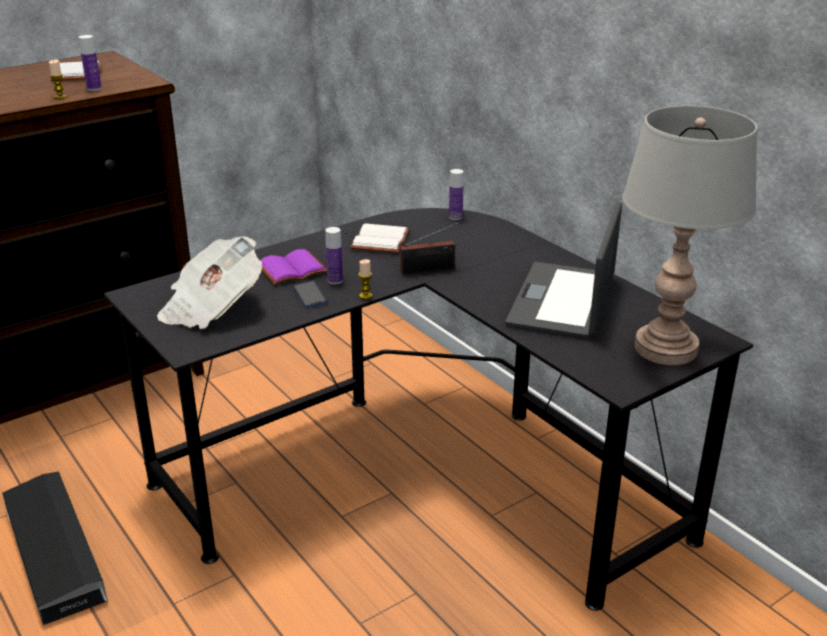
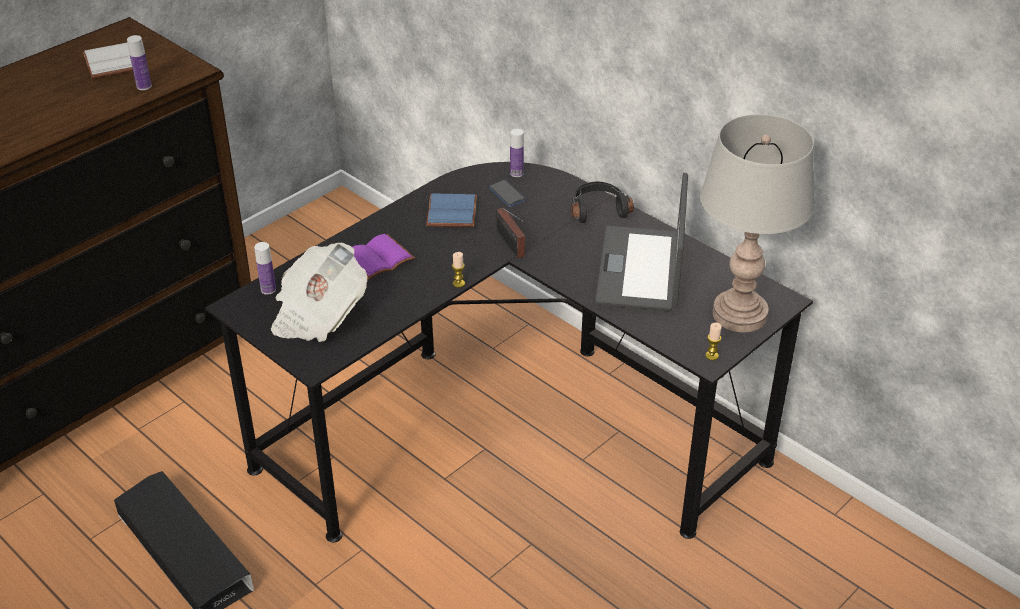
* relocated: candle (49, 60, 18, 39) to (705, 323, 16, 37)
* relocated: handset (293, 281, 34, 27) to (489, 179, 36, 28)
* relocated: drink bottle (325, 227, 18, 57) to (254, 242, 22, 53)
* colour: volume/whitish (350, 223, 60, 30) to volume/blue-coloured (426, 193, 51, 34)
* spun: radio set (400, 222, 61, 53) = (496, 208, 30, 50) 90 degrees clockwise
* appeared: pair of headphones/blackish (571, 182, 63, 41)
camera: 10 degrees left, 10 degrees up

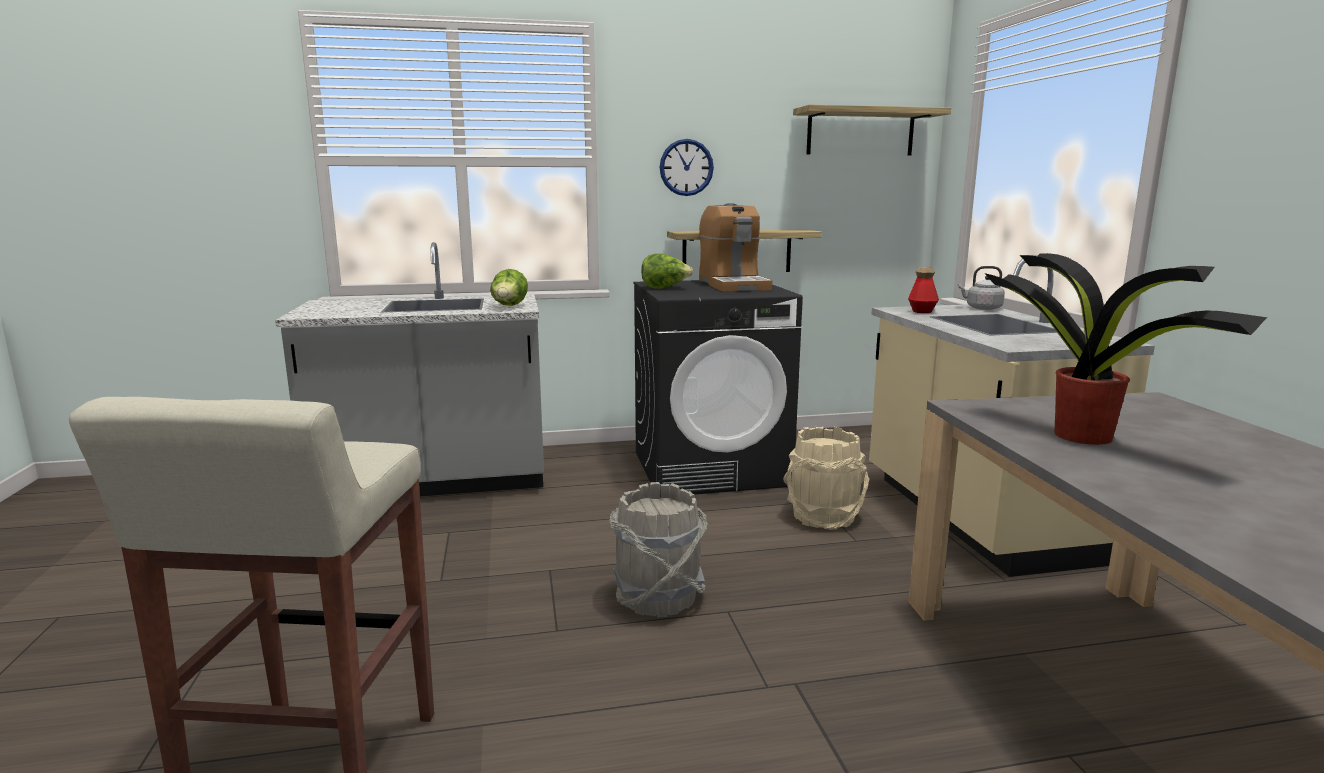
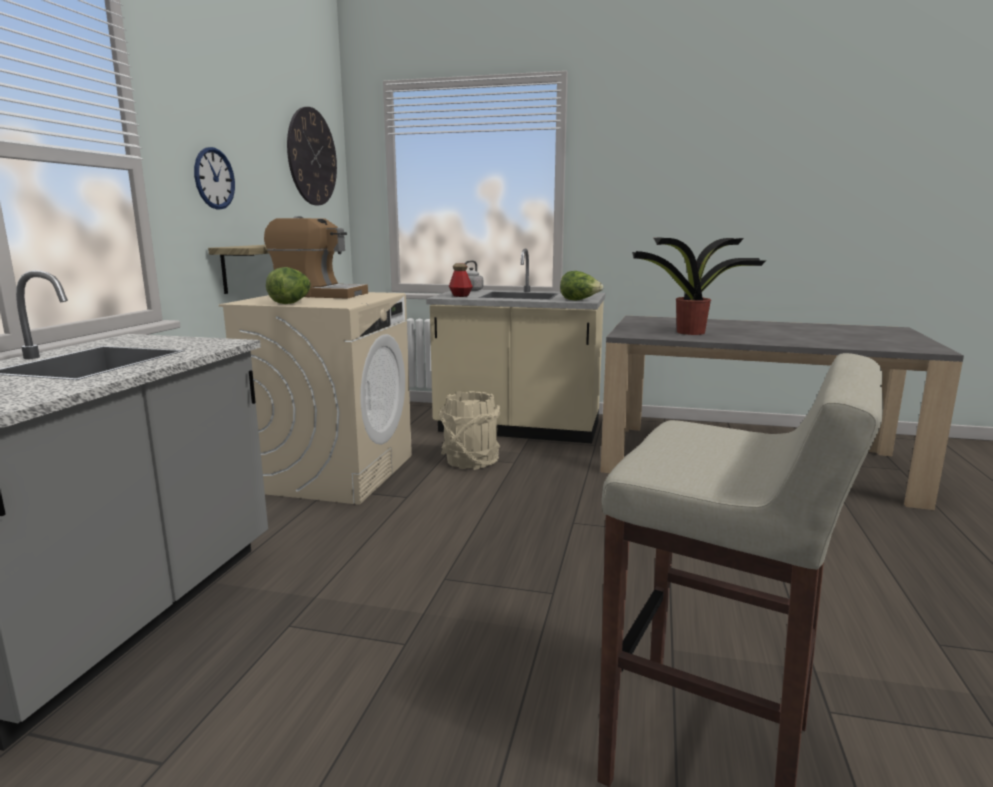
* relocated: lettuce (490, 269, 38, 37) to (560, 271, 43, 30)
* missing: pail/gray (610, 482, 98, 136)
* colour: laundry machine/blackish (634, 280, 169, 214) to laundry machine/beige-coloured (219, 292, 193, 213)
* exchanged: bracket shelf (793, 104, 158, 51) to hanging clock (287, 107, 50, 98)
camera: 65 degrees left, 0 degrees up

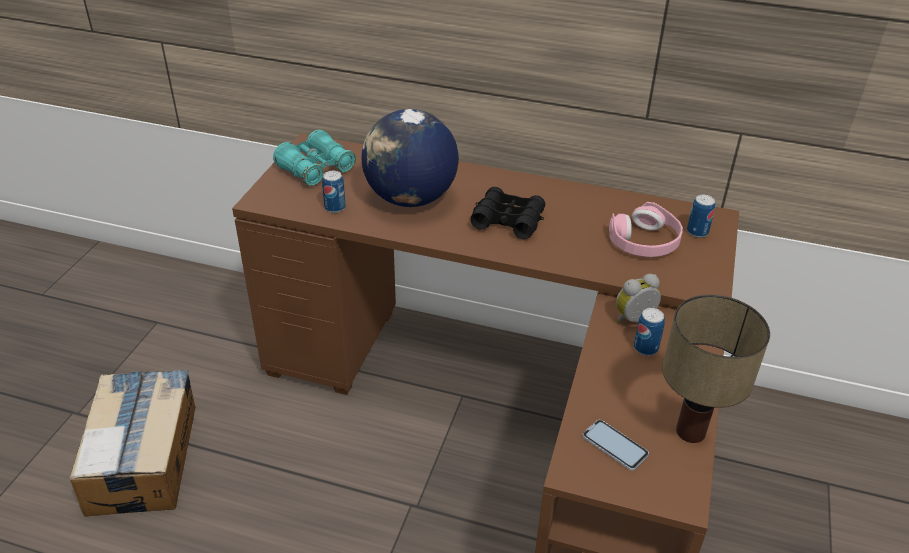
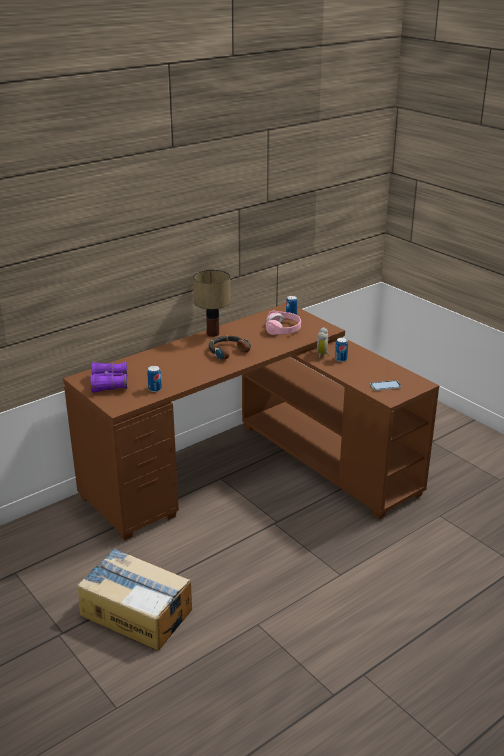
* colour: binoculars/turquoise (273, 130, 83, 56) to binoculars/purple-coloured (91, 362, 37, 31)
* missing: globe (362, 109, 97, 98)
* exchanged: binoculars/blackish (471, 187, 74, 52) to pair of headphones (208, 335, 43, 24)
* relocated: tabletop lamp (662, 295, 108, 148) to (193, 270, 38, 67)
camera: 55 degrees left, 10 degrees down

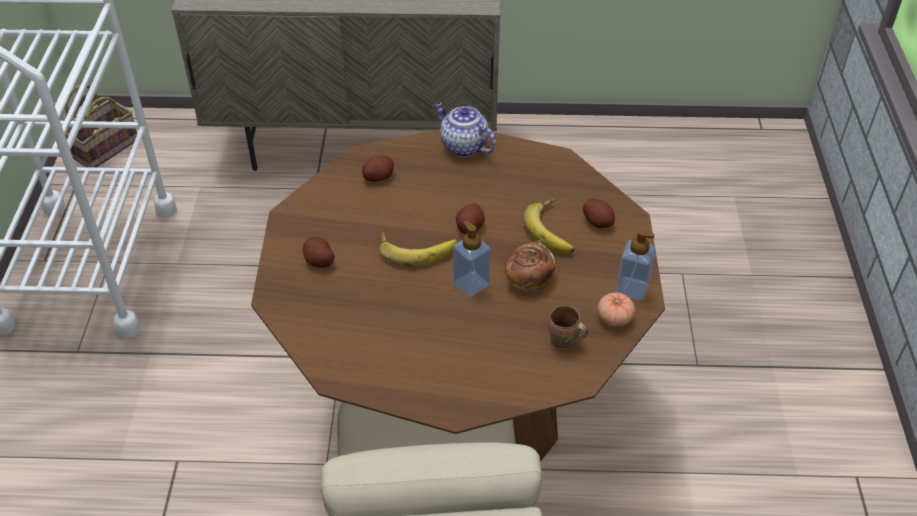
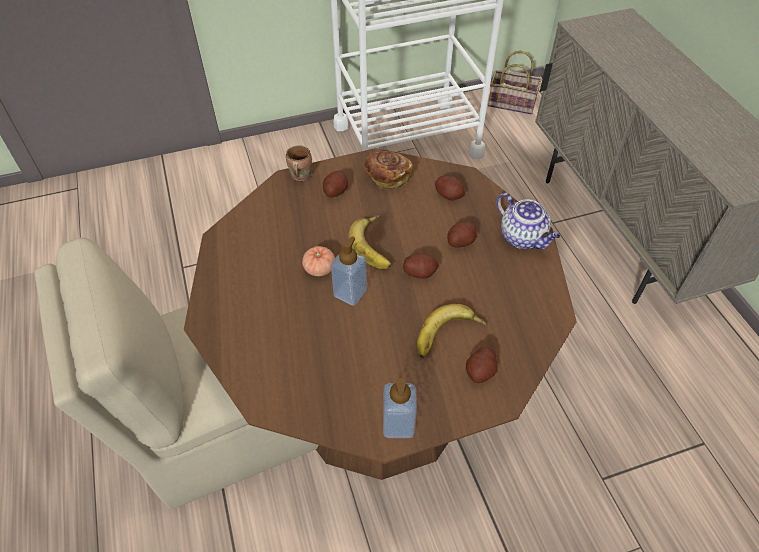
* spun: teapot (434, 102, 62, 55) = (497, 193, 63, 56) 120 degrees clockwise
* relocated: bread (505, 242, 51, 49) to (364, 151, 49, 38)
* relocated: coffee mug/brown-coloured (549, 305, 39, 45) to (286, 145, 26, 36)
* relocated: fresh tomato (597, 292, 38, 35) to (302, 246, 33, 30)
* appeared: potato (447, 222, 30, 26)
camera: 70 degrees right, 5 degrees up

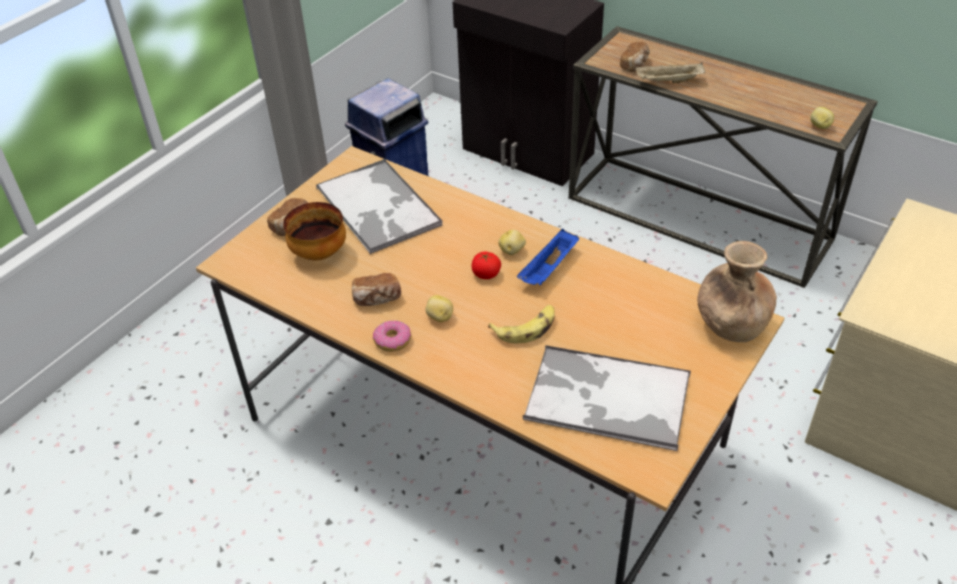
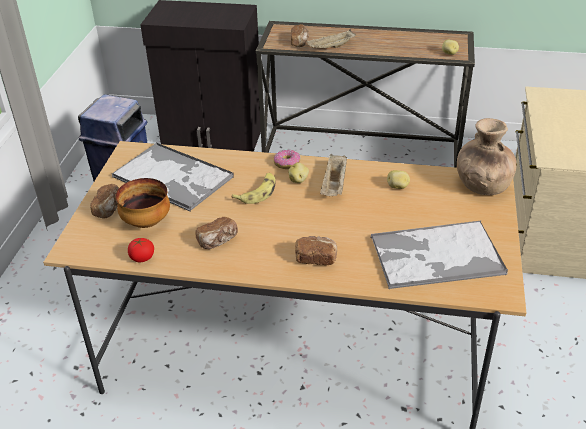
* relocated: ring doughnut (373, 321, 38, 31) to (274, 150, 26, 19)
* relocated: potato (426, 295, 27, 27) to (387, 170, 23, 19)
* relocated: fresh tomato (472, 252, 29, 27) to (128, 238, 26, 24)
* relocated: whole banana (488, 305, 67, 38) to (232, 173, 44, 31)
* colour: carrying tray/blue-coloured (517, 229, 62, 56) to carrying tray/beige-coloured (320, 154, 27, 42)
* appeared: bread (295, 236, 42, 29)
camera: 25 degrees left, 5 degrees down

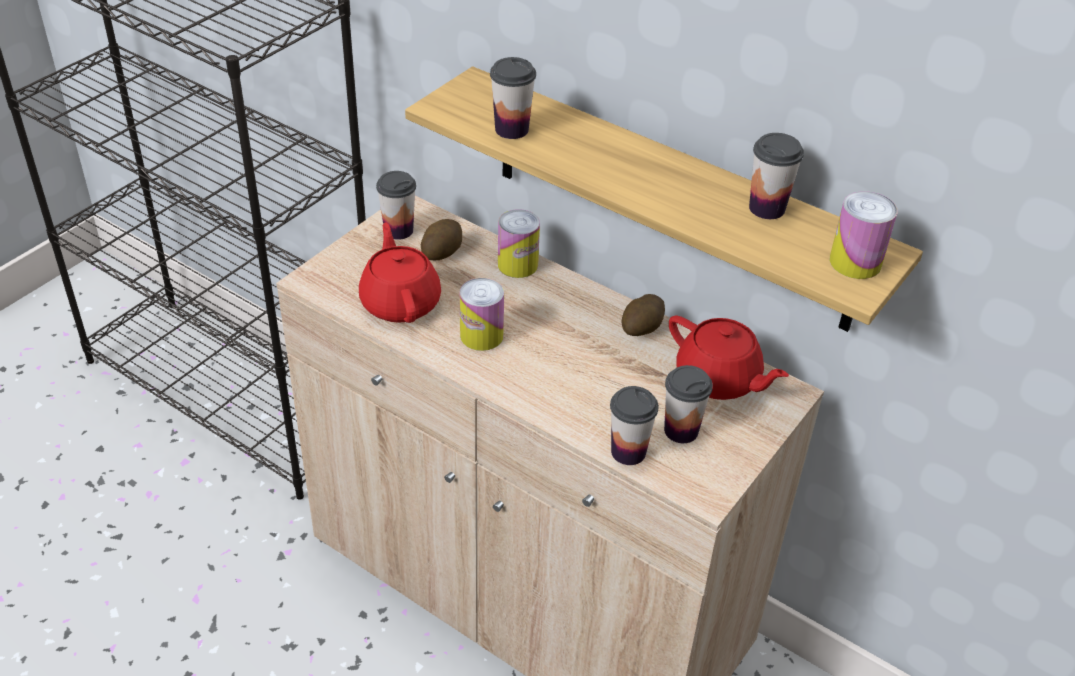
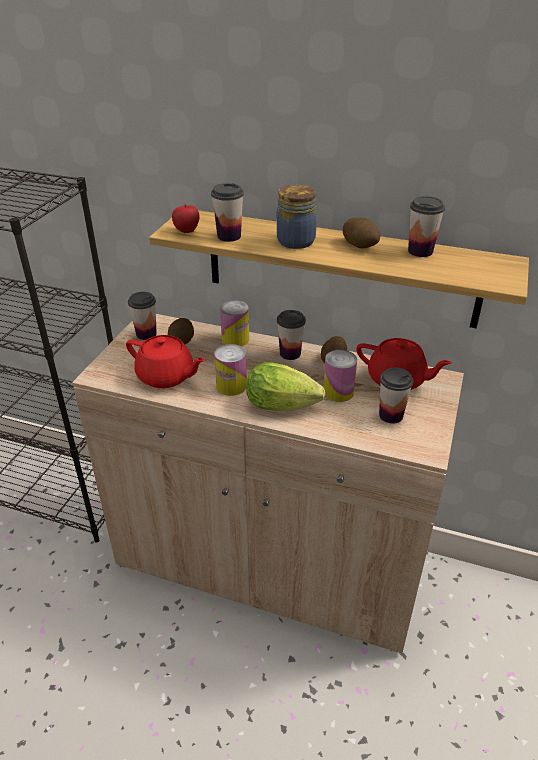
* spun: teapot/reddish (359, 222, 82, 101) = (126, 335, 80, 53) 150 degrees clockwise
* relocated: cup (610, 386, 48, 79) to (277, 310, 29, 50)
* relocated: can (830, 191, 67, 88) to (323, 350, 34, 52)
* appeared: apple (172, 204, 28, 29)
* appeared: lettuce (246, 362, 79, 49)
* appeared: jar (276, 185, 41, 64)
* appeared: potato (343, 218, 37, 30)
camera: 15 degrees left, 5 degrees down

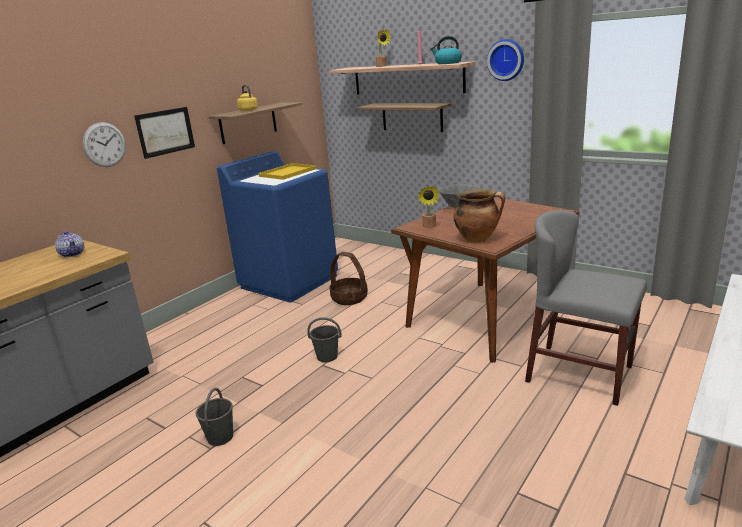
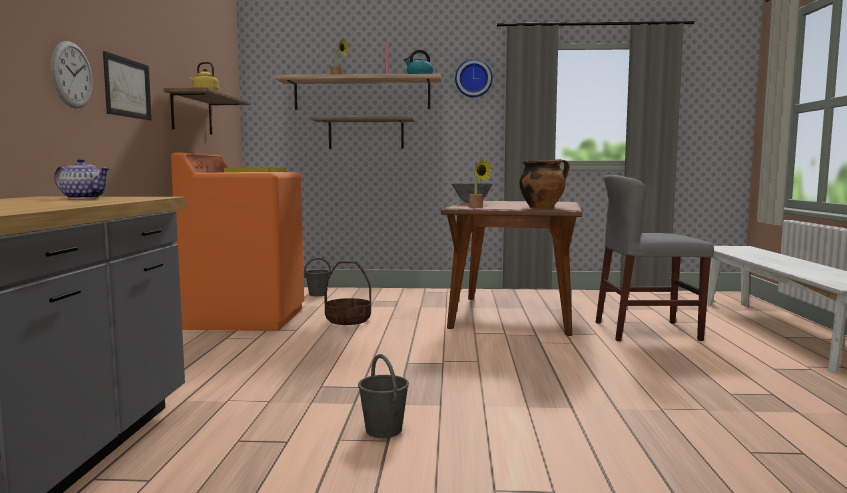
* colour: laundry machine/blue-coloured (217, 151, 121, 152) to laundry machine/orangey (171, 153, 133, 178)
* relocated: pail/gray (307, 317, 35, 45) to (304, 258, 27, 38)
camera: 35 degrees left, 15 degrees down

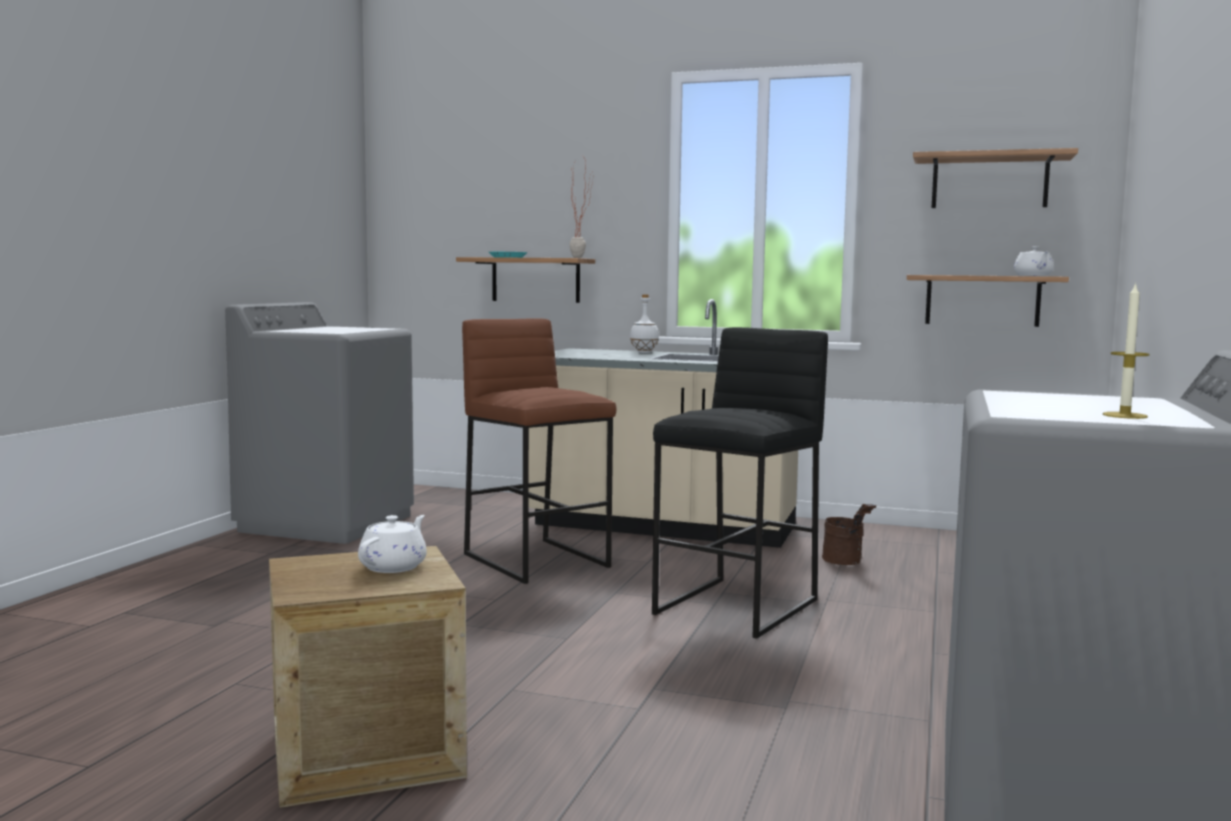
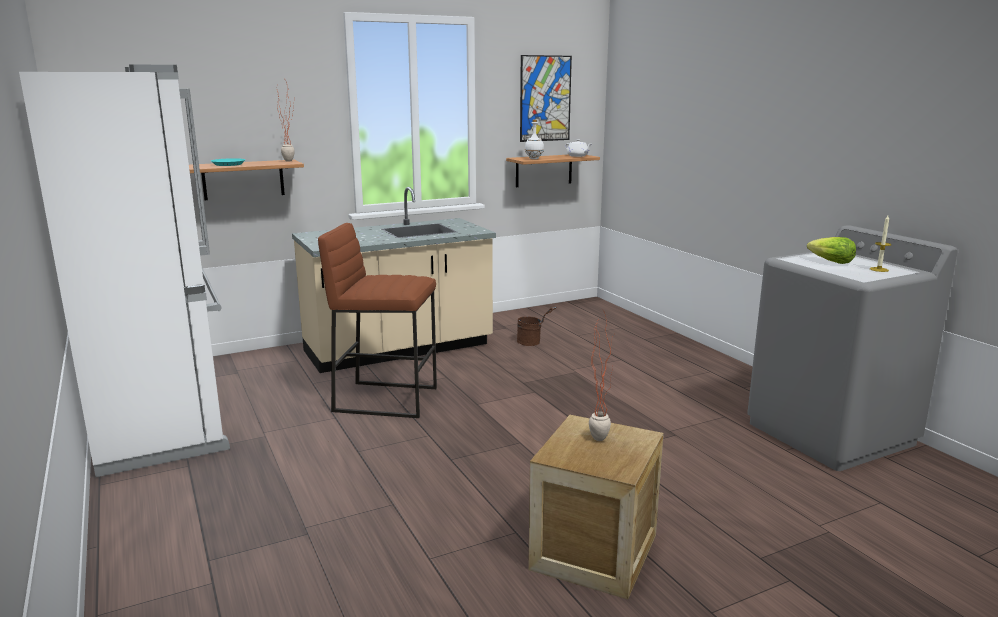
* exchanged: laundry machine/gray (225, 302, 189, 242) to fridge/whitish (19, 65, 211, 412)
* exchanged: teapot/whitish (358, 515, 69, 58) to houseplant (589, 310, 27, 131)
* relocated: drink bottle/whitish (630, 294, 29, 59) to (525, 120, 19, 39)
* missing: stool seat/blackish (652, 327, 176, 312)
* exchanged: bracket shelf (913, 148, 165, 60) to wall picture (520, 55, 52, 87)
* appeared: lettuce (807, 237, 49, 27)
camera: 45 degrees left, 10 degrees up

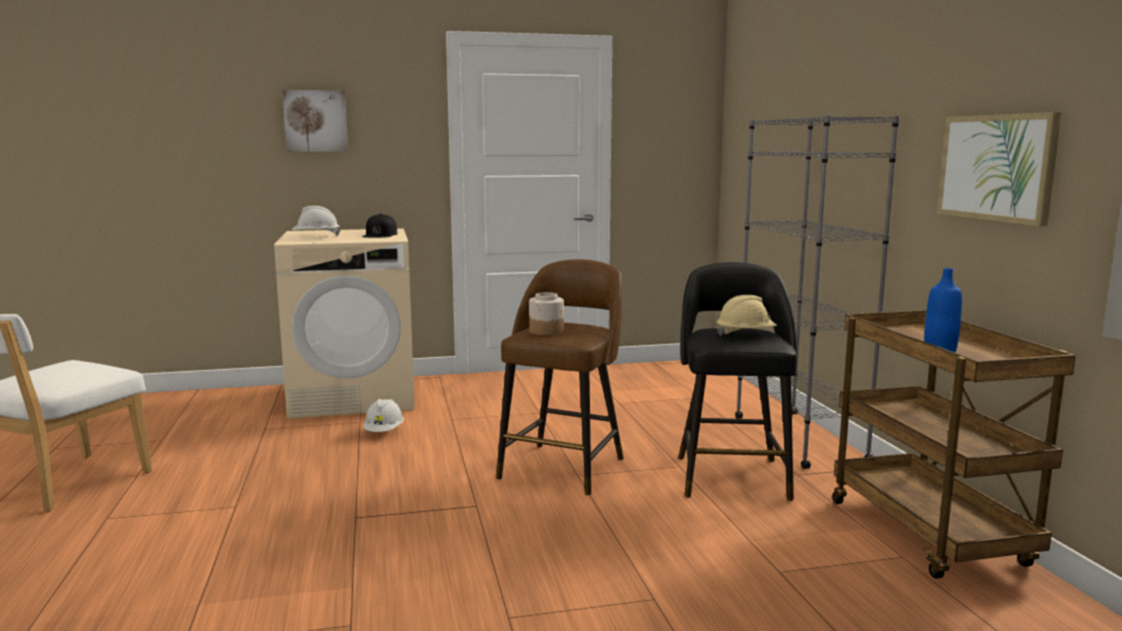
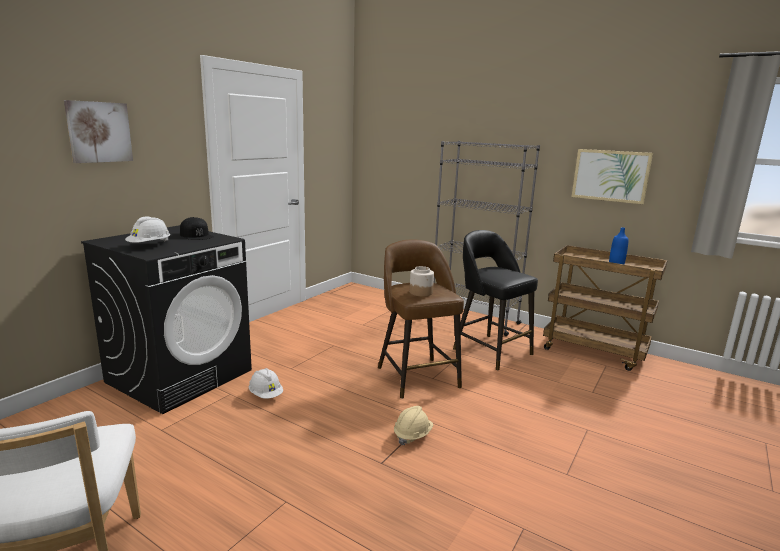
* colour: laundry machine/beige-coloured (274, 228, 141, 191) to laundry machine/blackish (81, 225, 171, 189)
* relocated: safety helmet/beige-coloured (716, 295, 61, 41) to (394, 406, 40, 39)
camera: 45 degrees left, 5 degrees up

